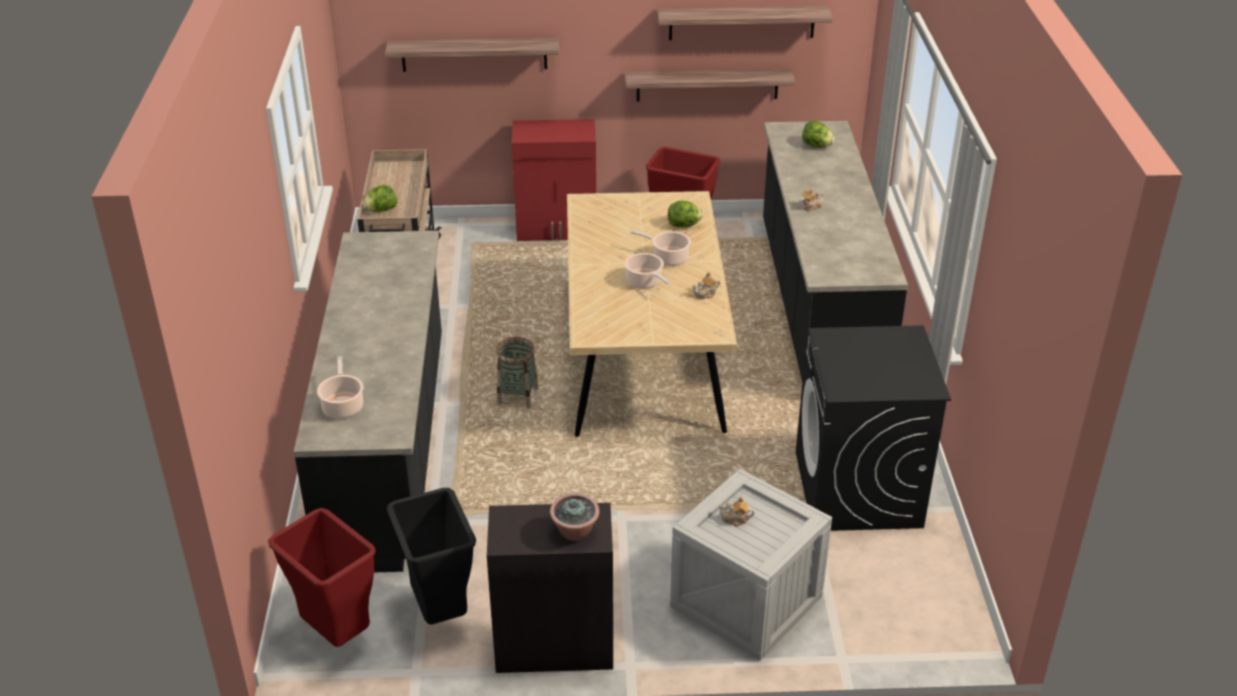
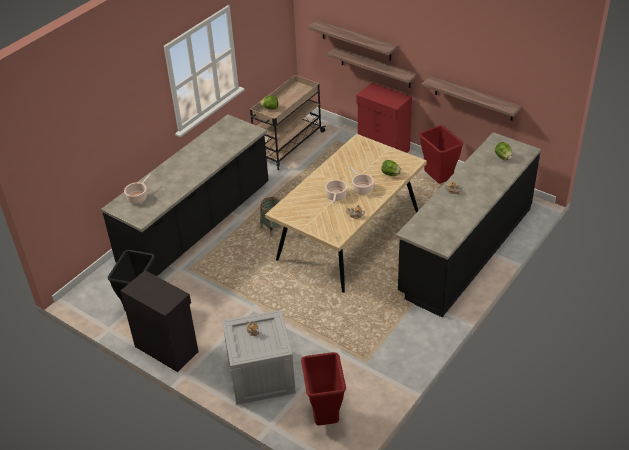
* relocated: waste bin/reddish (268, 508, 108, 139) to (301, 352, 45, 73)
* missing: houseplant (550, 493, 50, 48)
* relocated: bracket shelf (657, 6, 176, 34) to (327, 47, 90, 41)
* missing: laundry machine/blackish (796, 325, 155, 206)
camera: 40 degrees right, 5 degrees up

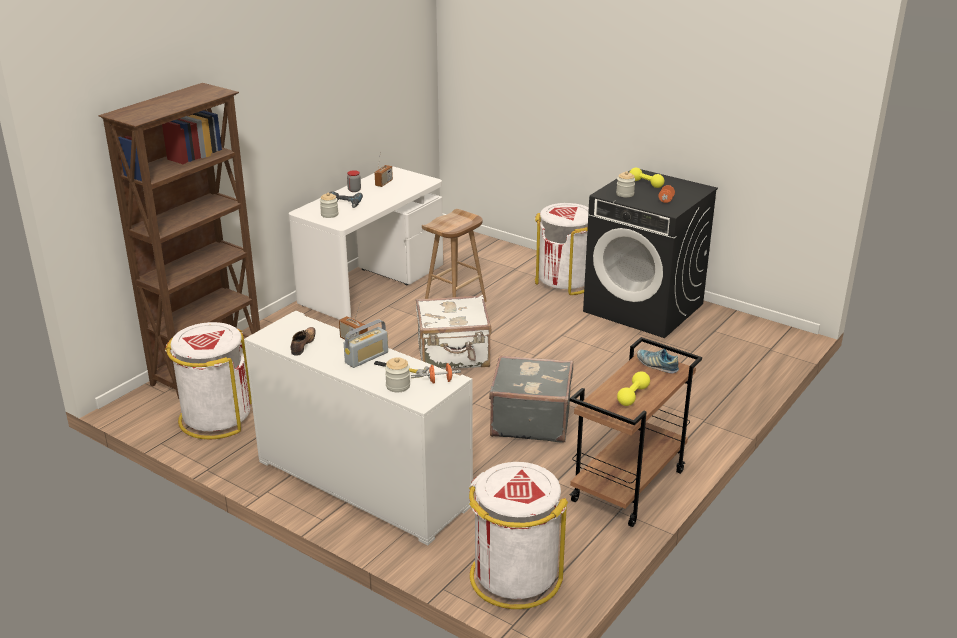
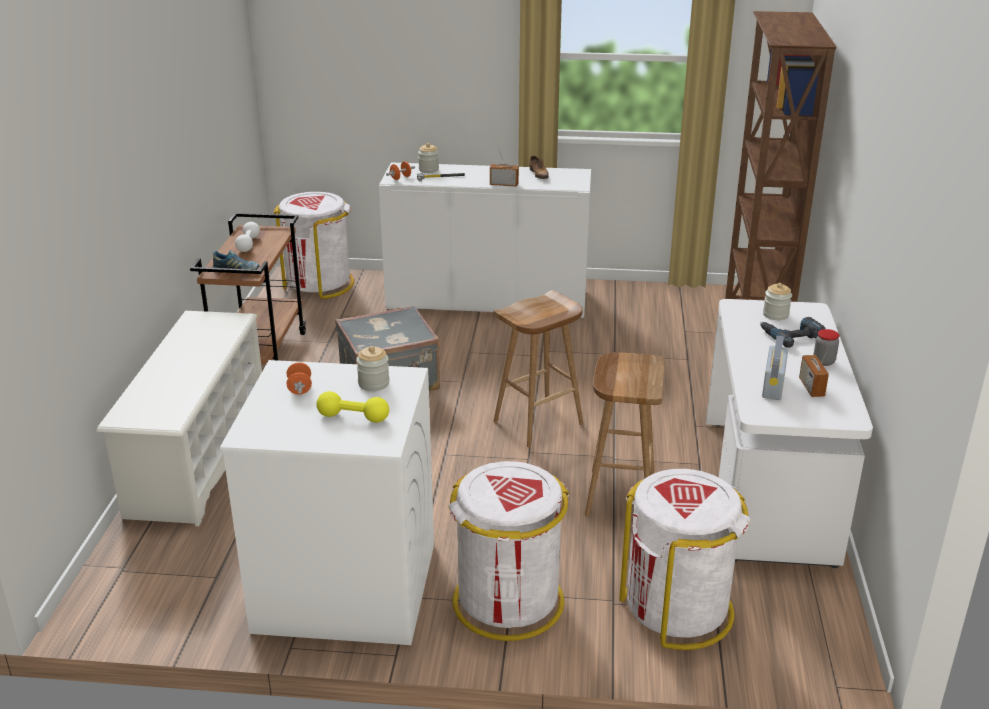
* relocated: waste bin/whitish (165, 322, 87, 117) to (619, 469, 131, 181)
* relocated: radio set (344, 319, 44, 49) to (762, 336, 26, 64)
* exchanged: piece of luggage/whitish (416, 295, 75, 74) to stool seat/brown-coloured (493, 290, 90, 157)
* colour: laundry machine/blackish (583, 169, 135, 169) to laundry machine/whitish (220, 360, 214, 285)
* colour: hand weight/yellowish (617, 371, 33, 35) to hand weight/whitish (235, 222, 25, 30)
* appeared: shoe rack/whitish (97, 311, 165, 216)
camera: 150 degrees right, 0 degrees up

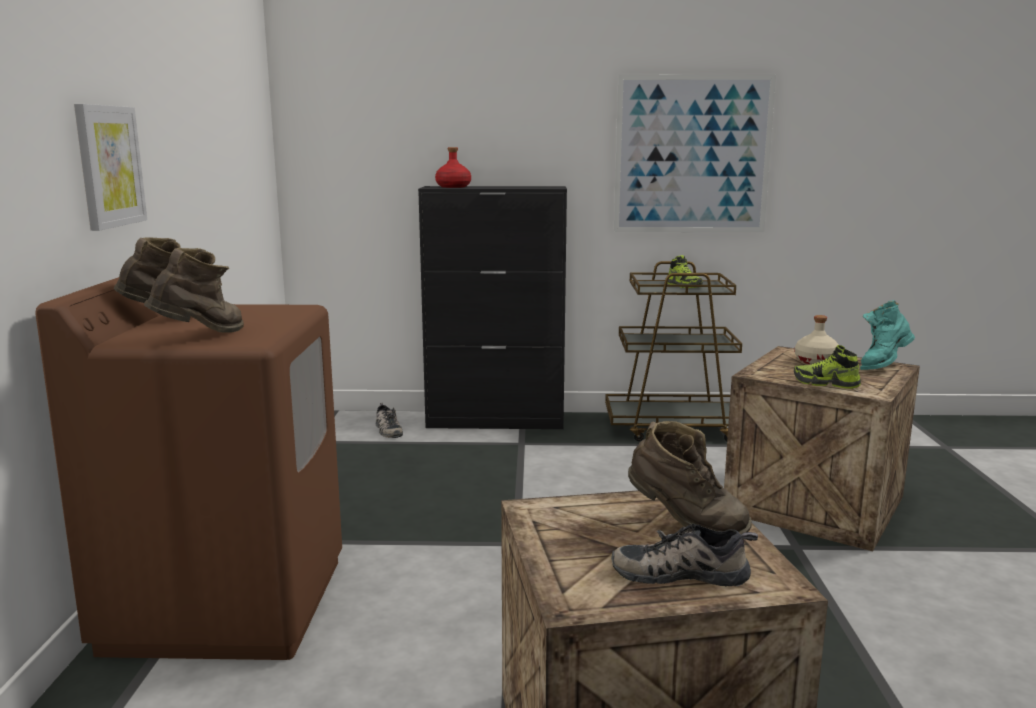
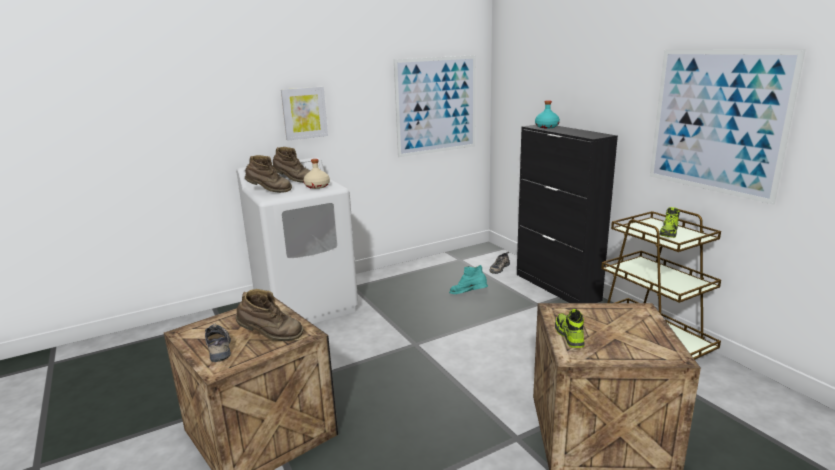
* colour: laundry machine/brown-coloured (35, 277, 307, 383) to laundry machine/whitish (236, 157, 122, 167)
* colour: drink bottle/reddish (435, 147, 36, 41) to drink bottle/turquoise (535, 100, 25, 28)
* spun: tall boot/brown-coloured (628, 421, 124, 113) = (236, 289, 67, 52) 90 degrees counterclockwise
* relocated: drink bottle/beige-coloured (795, 315, 44, 50) to (304, 159, 26, 30)
* relocated: tall boot/turquoise (860, 300, 55, 70) to (449, 265, 39, 29)
* appeared: wall picture (394, 55, 82, 102)
camera: 60 degrees right, 5 degrees up

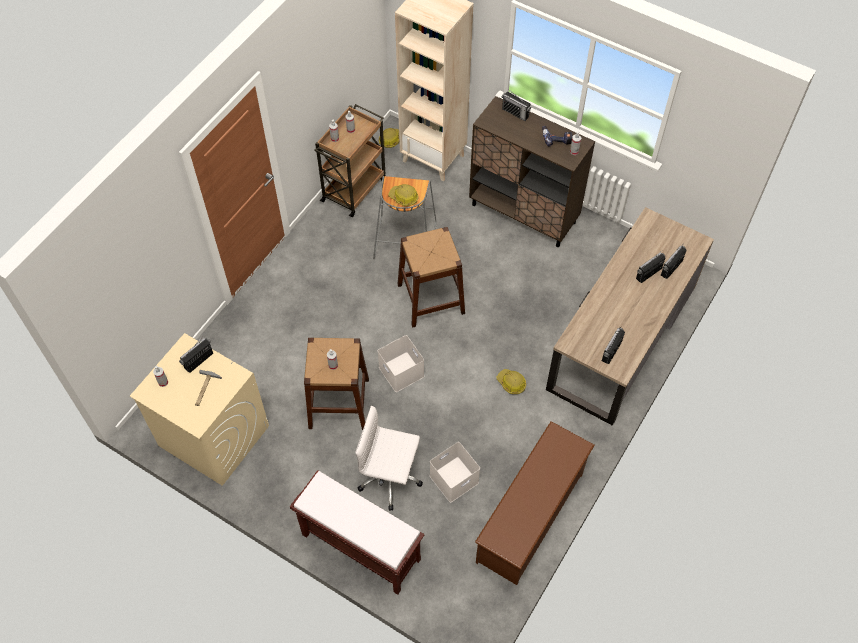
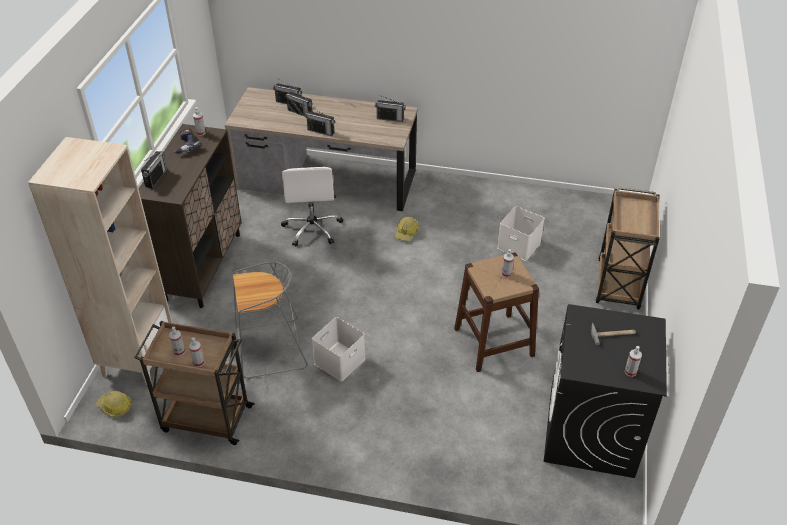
* colour: laundry machine/beige-coloured (130, 333, 139, 153) to laundry machine/blackish (544, 304, 123, 174)
* relocated: radio set (179, 338, 34, 35) to (305, 106, 30, 30)
* exchanged: bench/brown-coloured (290, 470, 135, 125) to cart/brown-coloured (596, 187, 64, 122)
* relocated: desk chair/whitish (355, 406, 68, 105) to (281, 167, 62, 79)
* relocated: storage container/whitish (378, 335, 46, 57) to (312, 317, 53, 64)
* missing: safety helmet (388, 184, 30, 22)
* missing: stool seat/brown-coloured (398, 227, 67, 100)
* missing: shoe rack/brown-coloured (475, 421, 120, 164)
camera: 110 degrees left, 15 degrees down

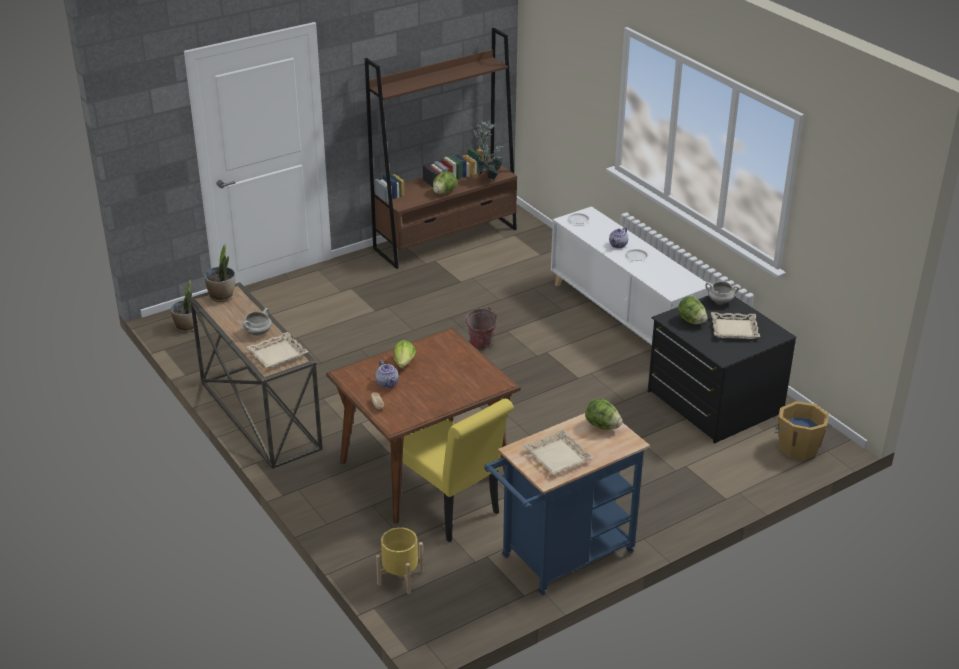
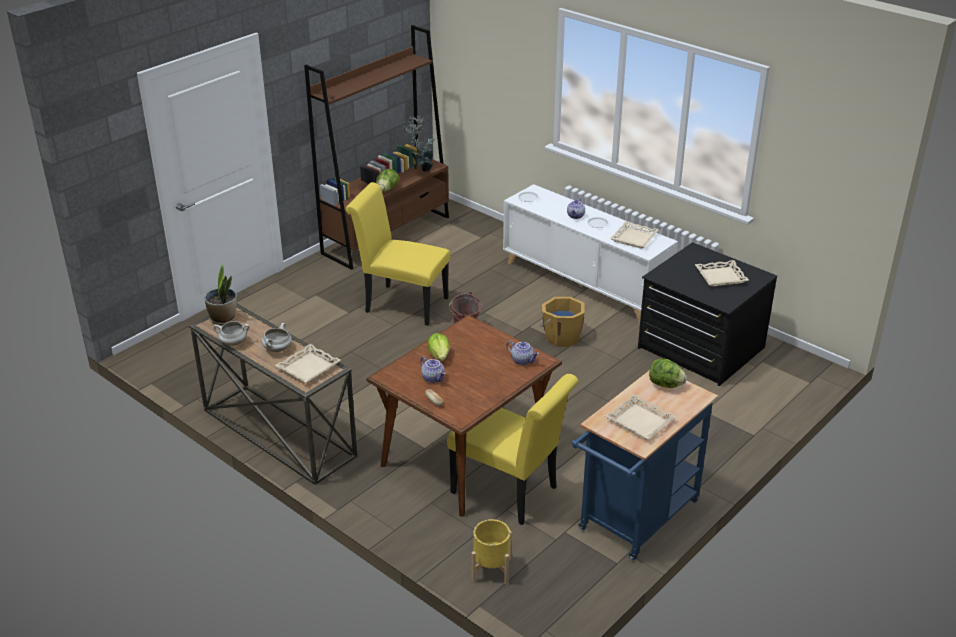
* missing: houseplant (171, 279, 27, 53)
* missing: lettuce (678, 296, 29, 28)
* relocated: saucepot/whitish (705, 281, 34, 23) to (214, 321, 36, 25)
* relocated: pail/orangey (775, 401, 54, 59) to (540, 297, 45, 50)
* appeared: plain chair/yellowish (345, 182, 105, 144)
* appeared: teapot (507, 341, 32, 24)
* appeared: carrying tray/beige-coloured (610, 221, 49, 28)
camera: 15 degrees left, 0 degrees up

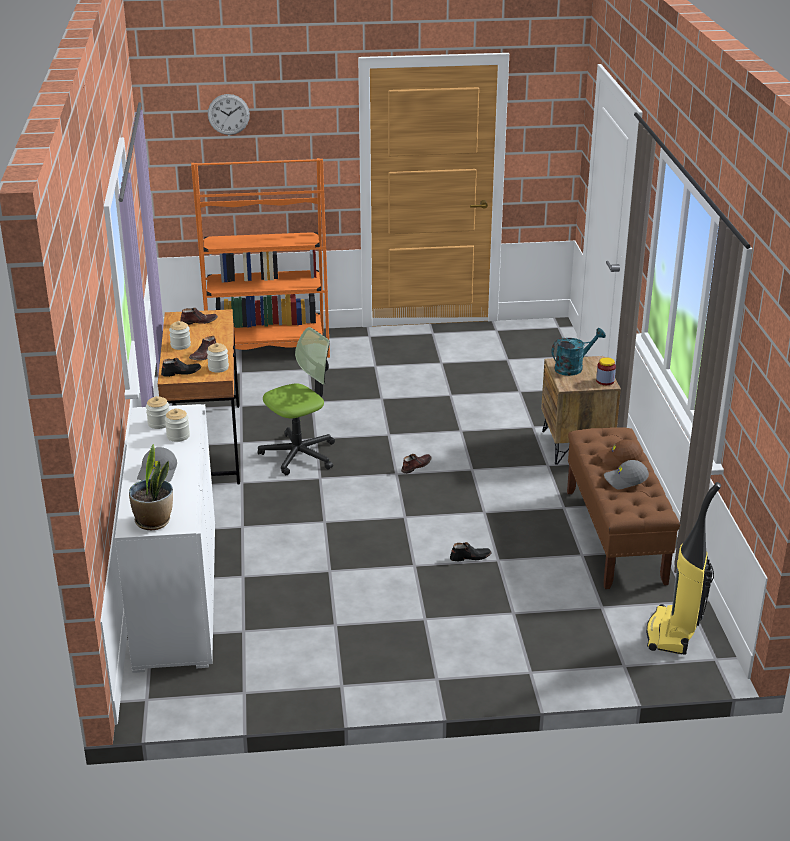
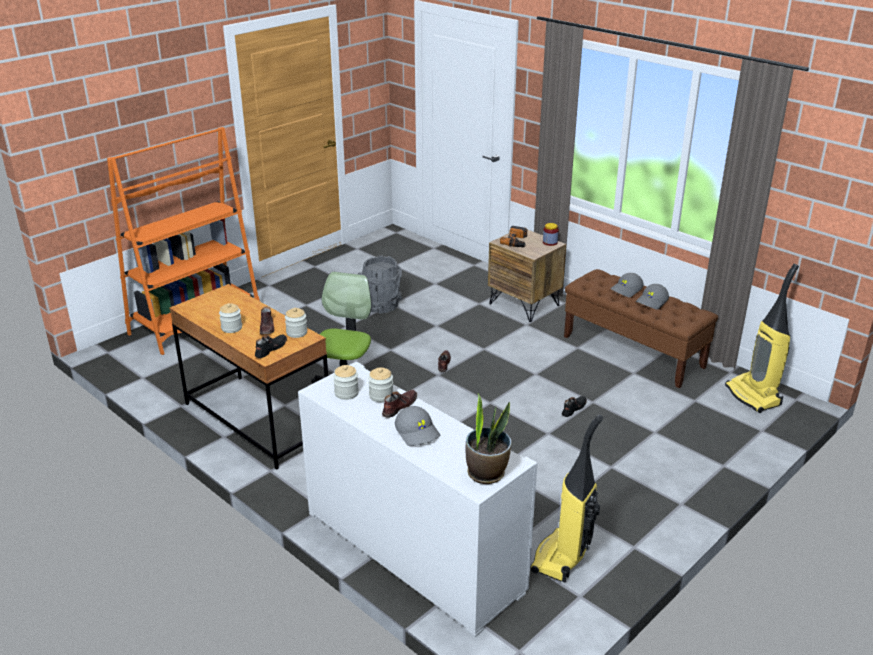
* relocated: item of footwear/brown-coloured (180, 308, 38, 17) to (382, 390, 35, 28)
* missing: hanging clock (208, 94, 42, 41)
* exchanged: watering pot/turquoise (552, 328, 54, 48) to electric drill (500, 226, 27, 21)
* colour: baseball cap/brown-coloured (598, 439, 44, 28) to baseball cap/gray (610, 273, 34, 24)
* appeared: pail/gray (358, 256, 45, 58)
* appeared: vacuum (530, 415, 73, 168)
camera: 40 degrees left, 0 degrees up

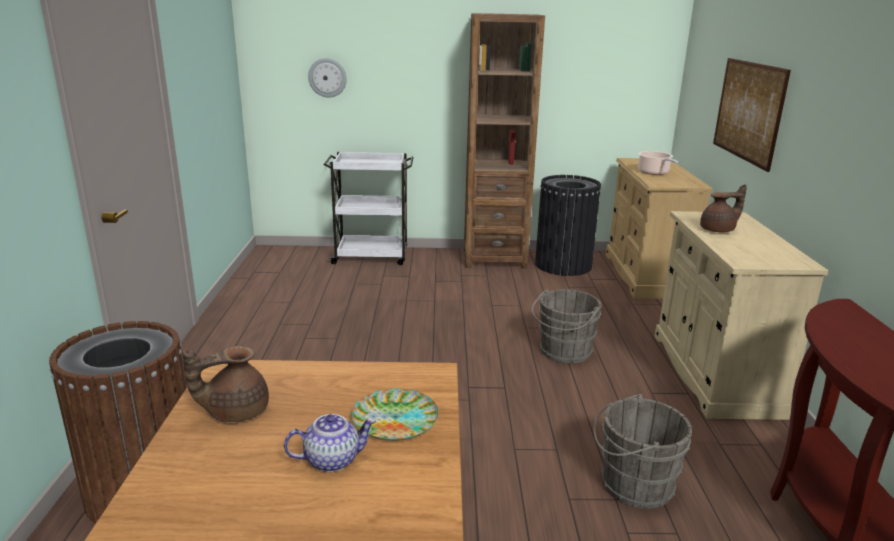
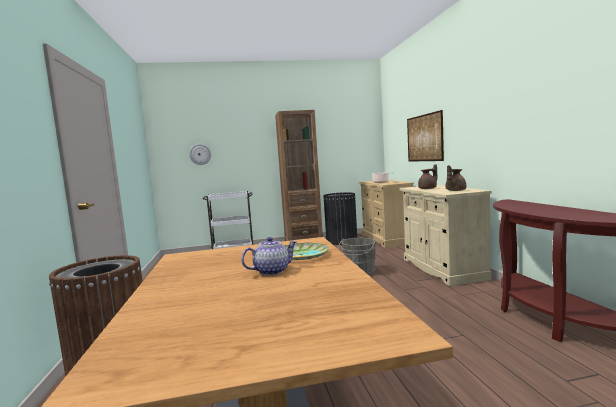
* relocated: teapot/brown-coloured (182, 346, 87, 76) to (445, 165, 21, 26)
* missing: pail/gray (594, 394, 98, 115)
camera: 10 degrees left, 15 degrees down

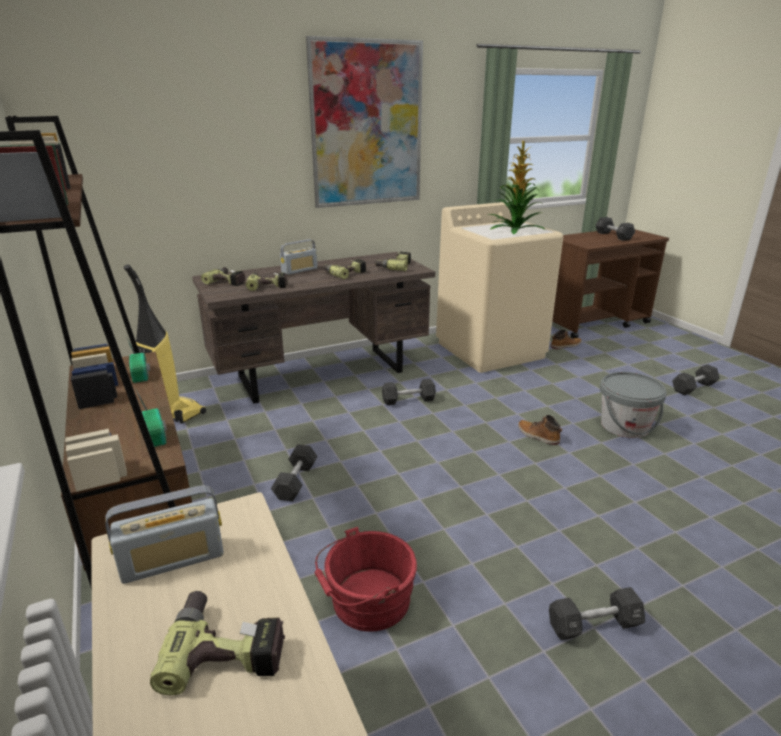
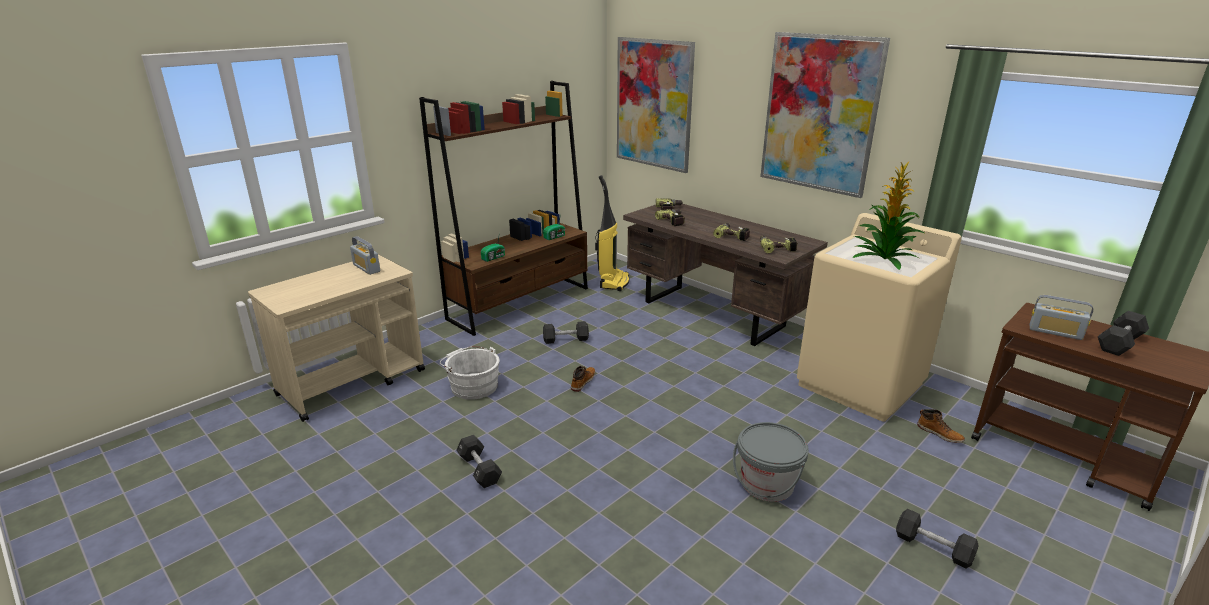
* missing: electric drill (150, 591, 135, 105)
* relocated: radio set (280, 239, 38, 36) to (1030, 295, 63, 45)
* colour: pail/reddish (315, 527, 102, 105) to pail/whitish (440, 346, 60, 54)
* missing: hand weight/blackish (382, 379, 54, 26)
* relocated: tall boot (518, 415, 44, 30) to (571, 366, 24, 26)
* appeared: wall picture (617, 37, 78, 136)
camera: 70 degrees right, 0 degrees up

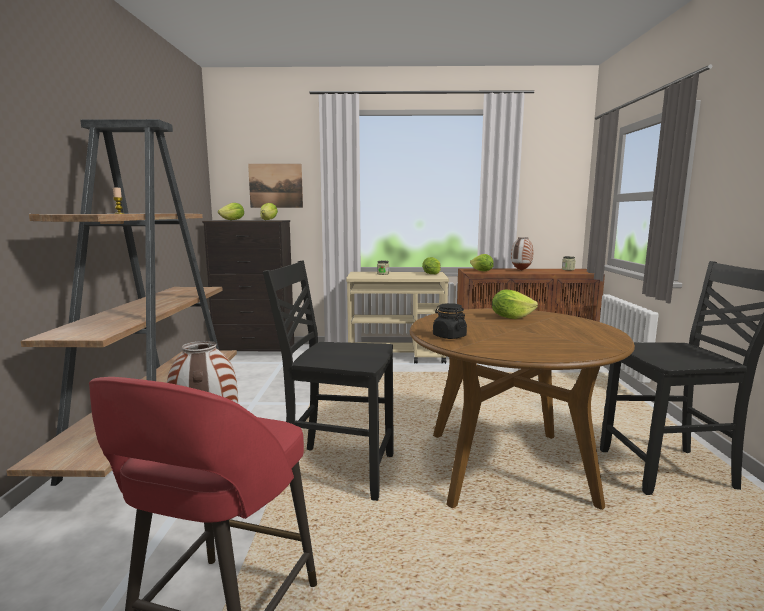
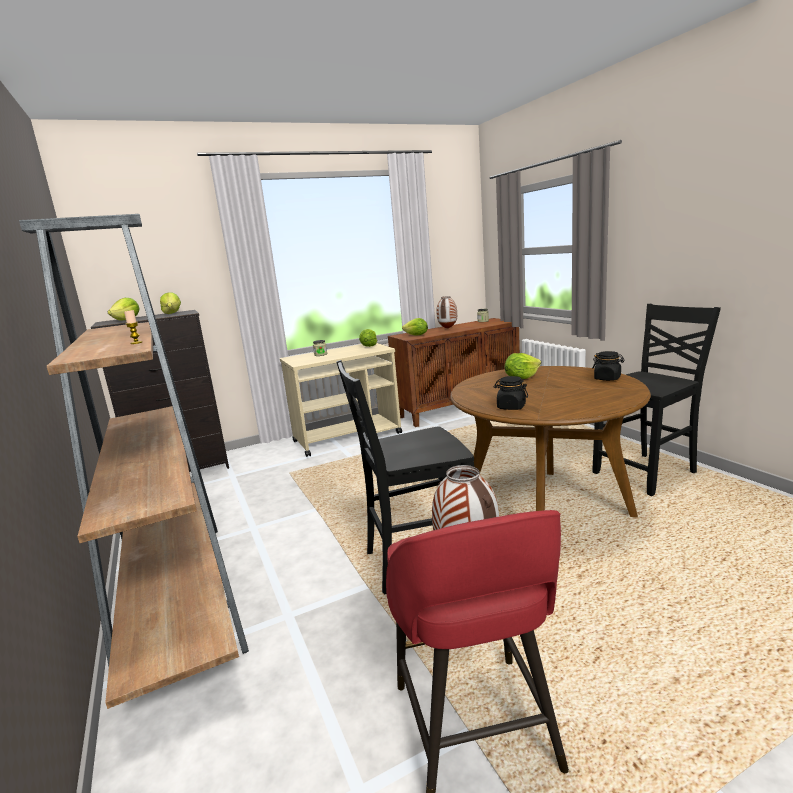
* missing: wall picture (248, 164, 55, 44)
* appeared: jar/blackish (592, 351, 33, 30)
camera: 25 degrees left, 5 degrees up

